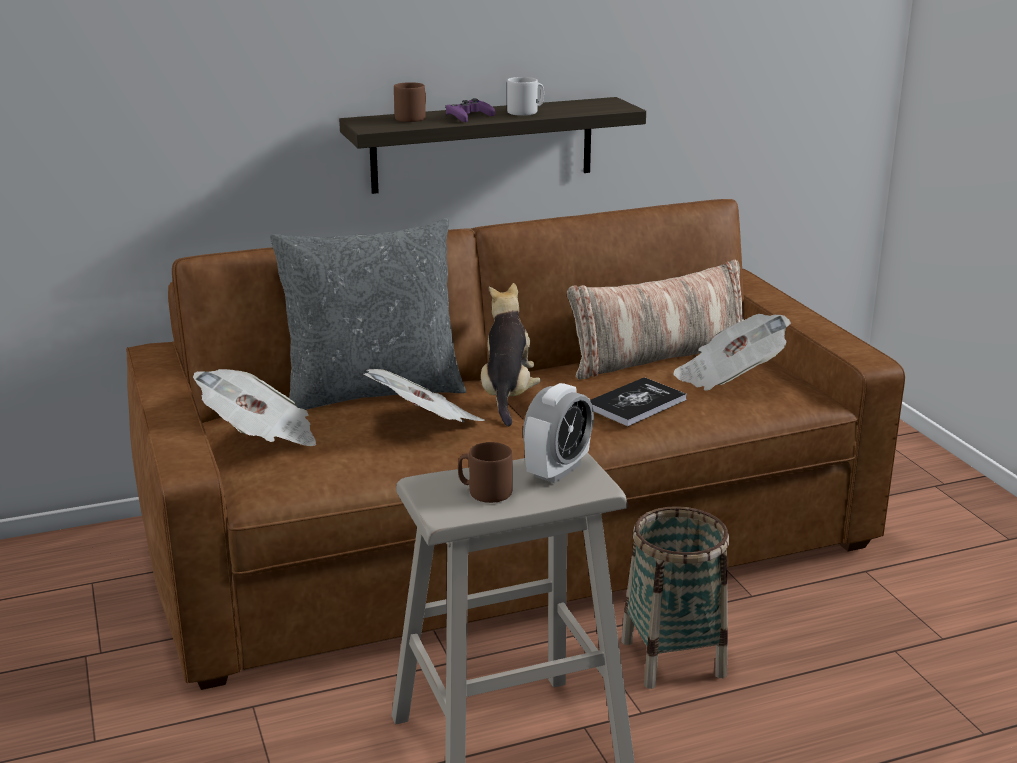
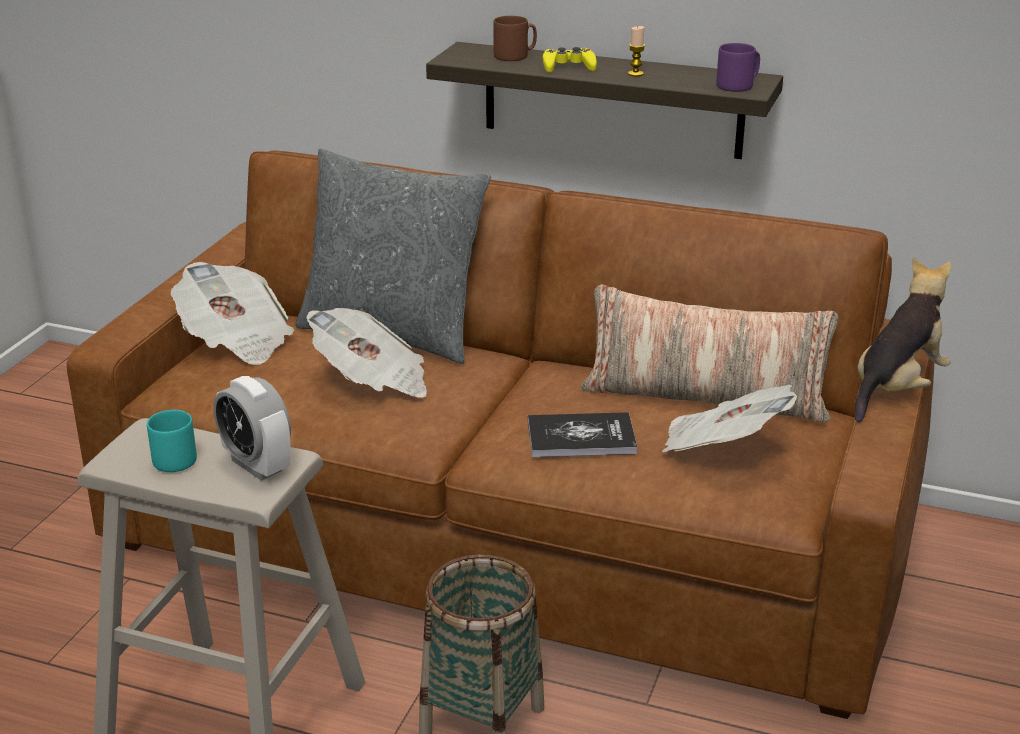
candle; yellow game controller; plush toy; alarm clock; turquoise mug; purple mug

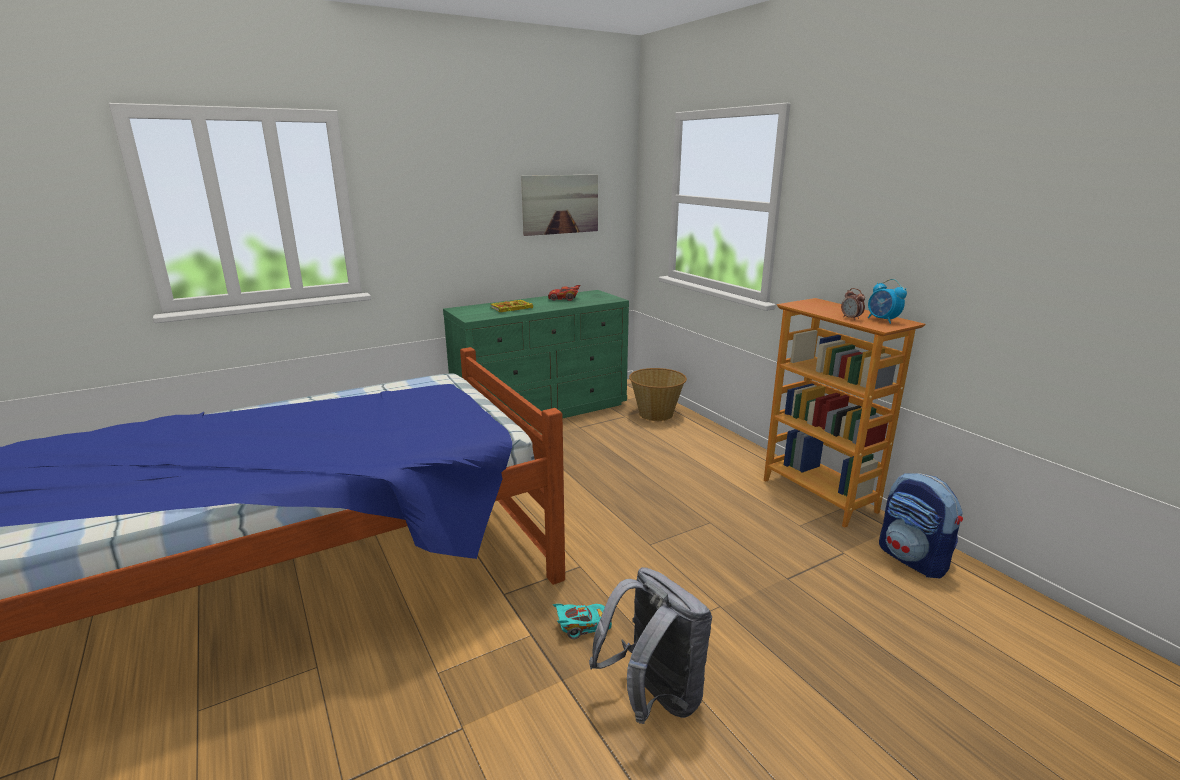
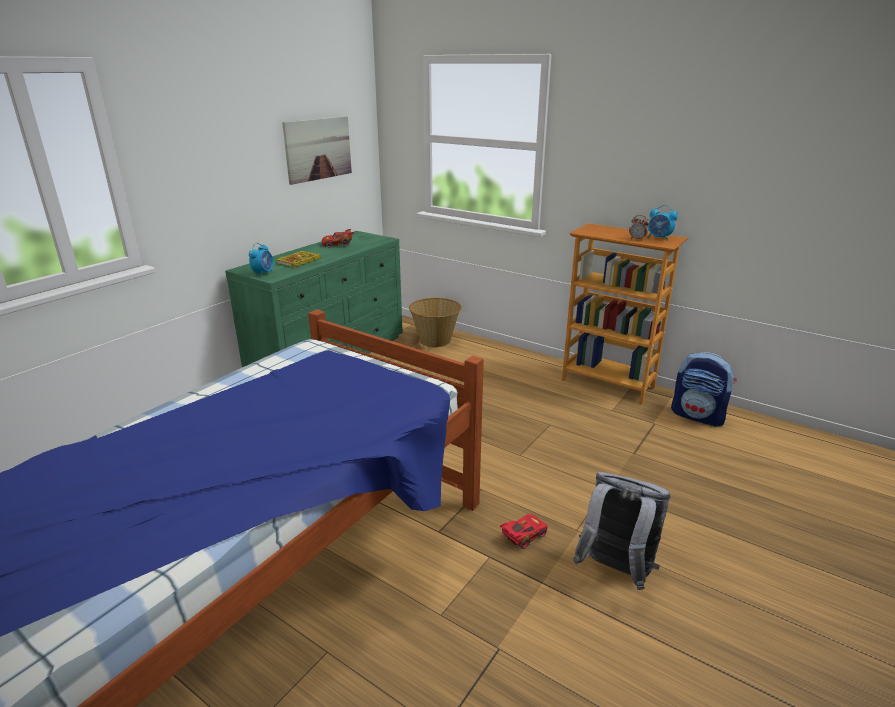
red toy car (no. 2 from left); alarm clock (no. 1 from left)

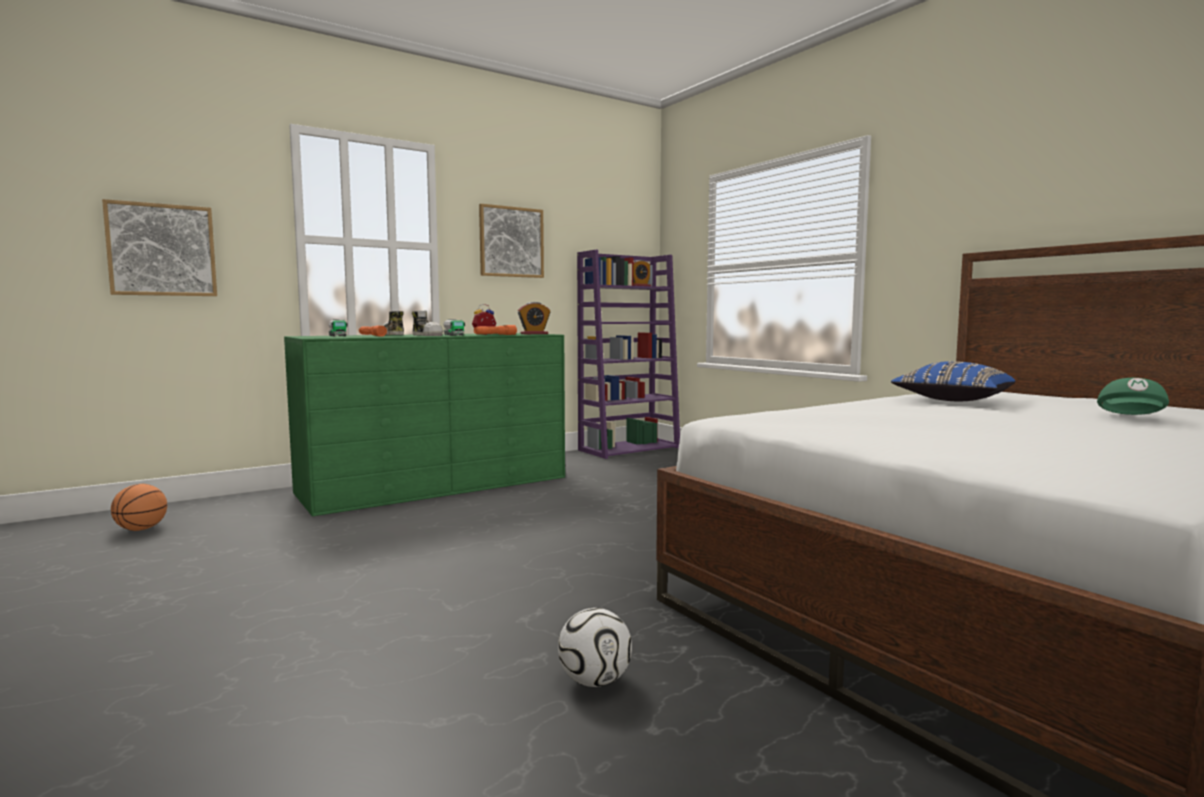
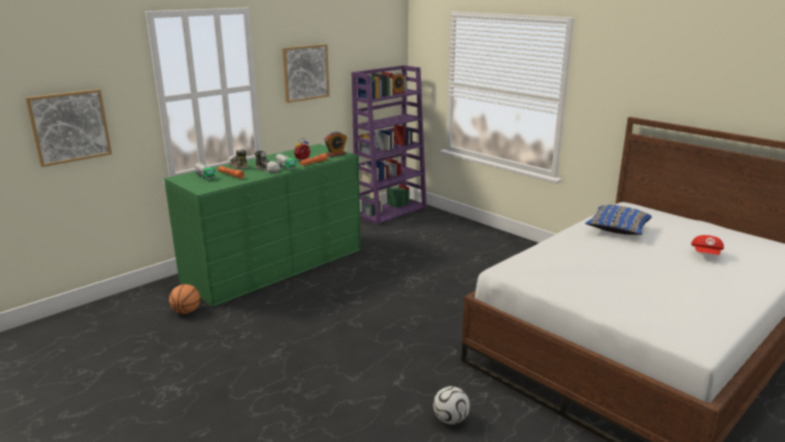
red cap; basketball

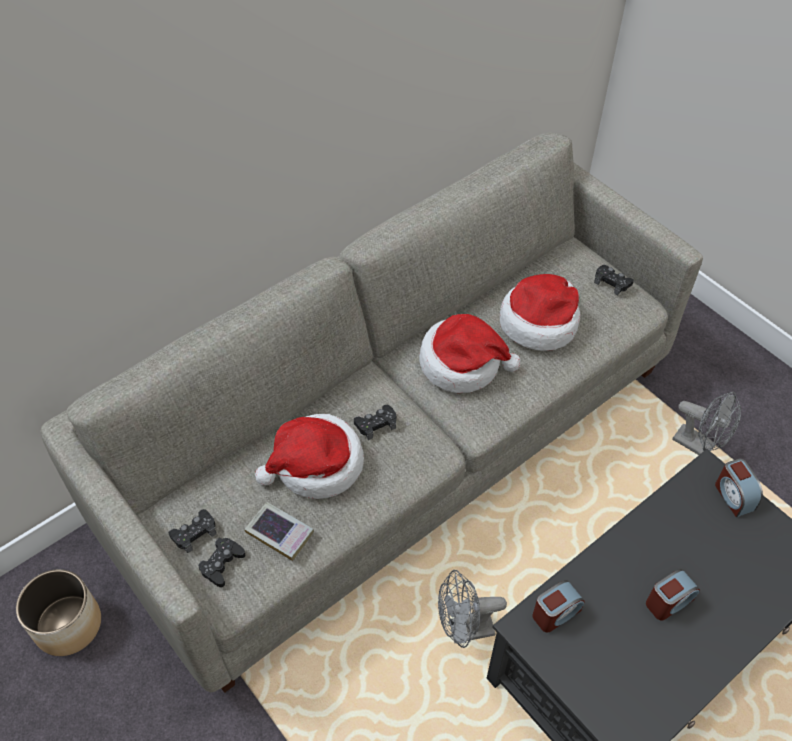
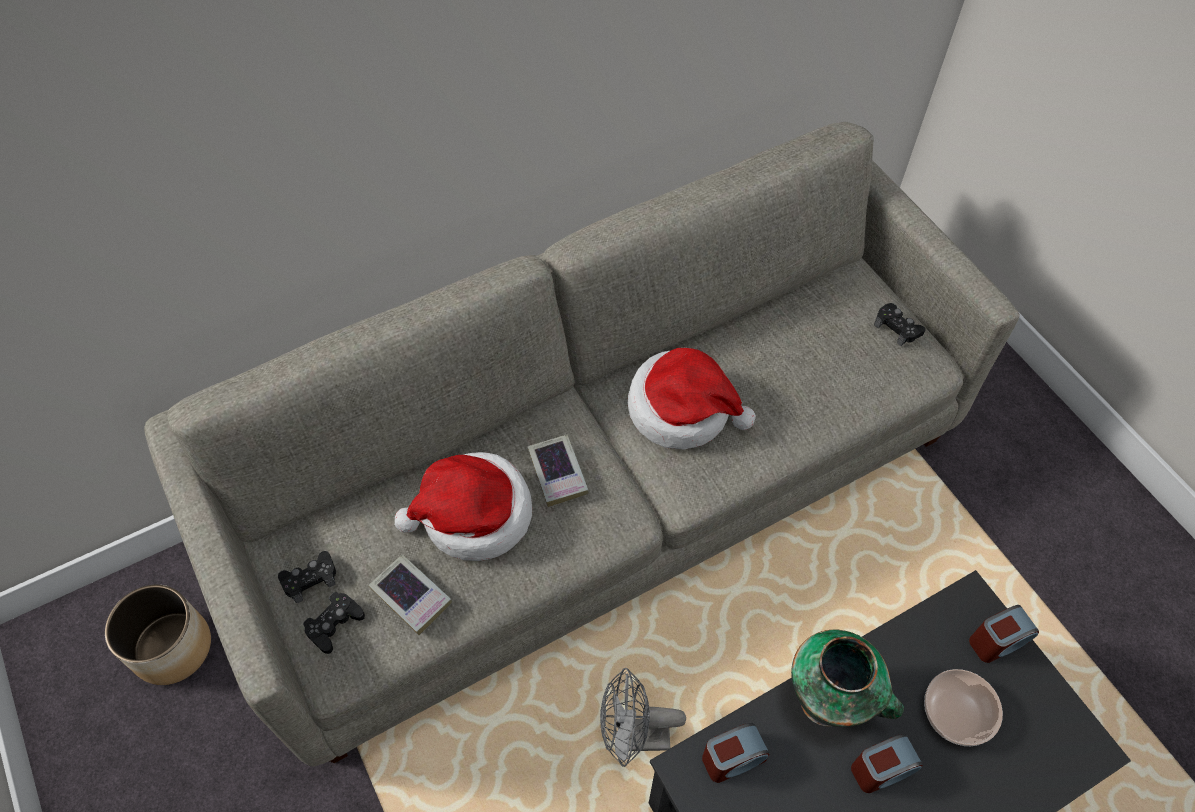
hat (no. 3 from left in the first image); grey fan (no. 2 from left in the first image); book (no. 2 from left); alarm clock (no. 3 from left); vase; bowl

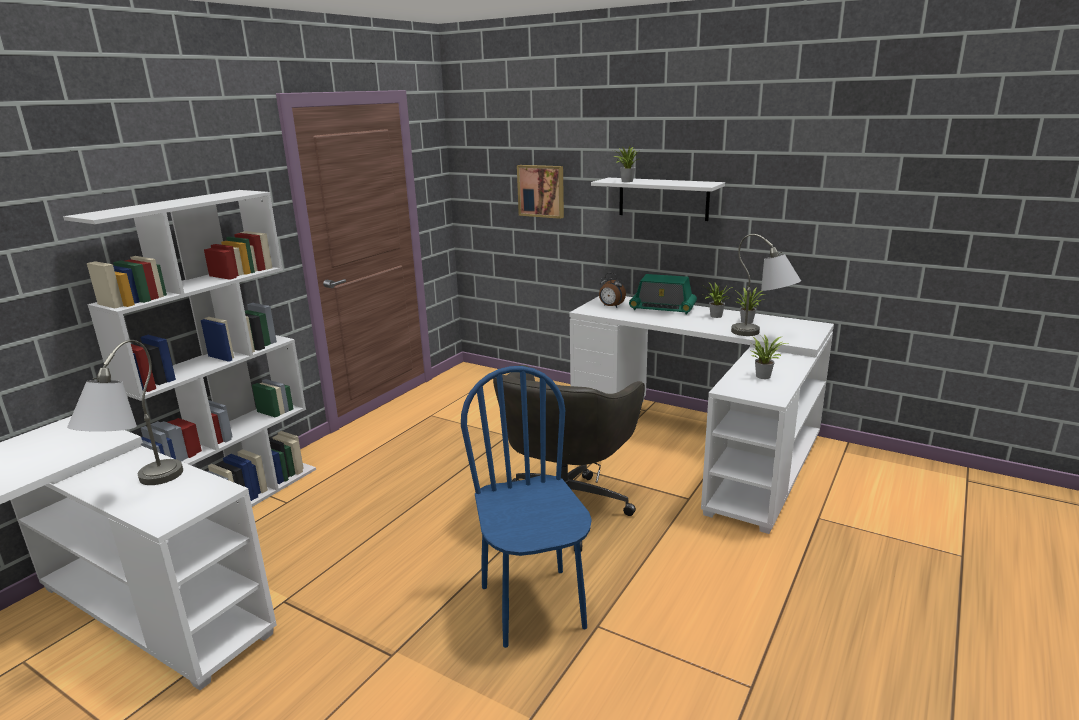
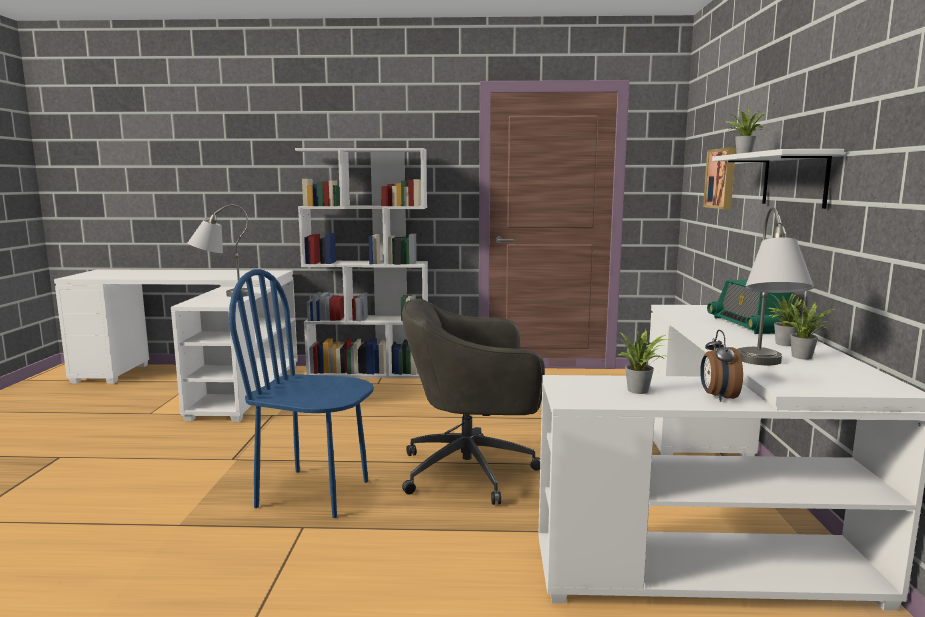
alarm clock; blue chair

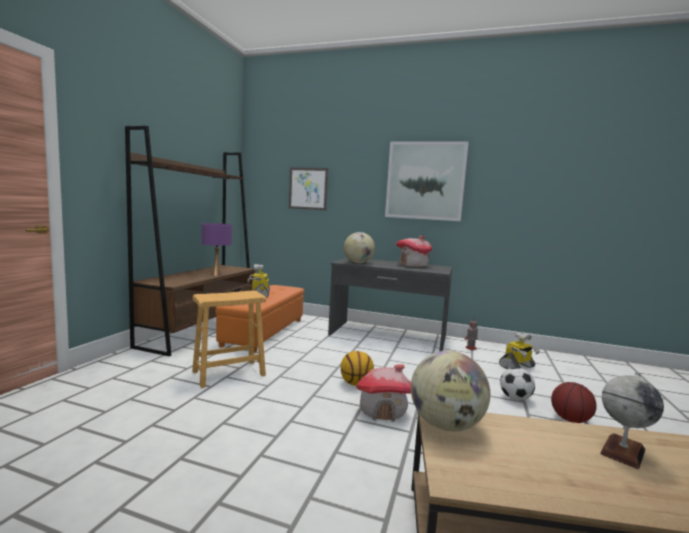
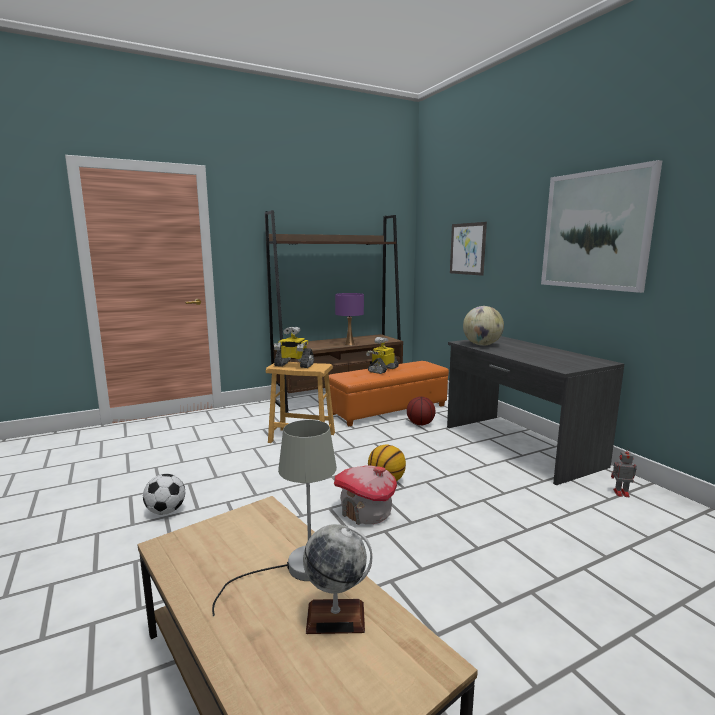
toy house (no. 2 from left in the first image); toy robot (no. 1 from left); globe (no. 2 from left in the first image); football; basketball (no. 2 from left); grey table lamp

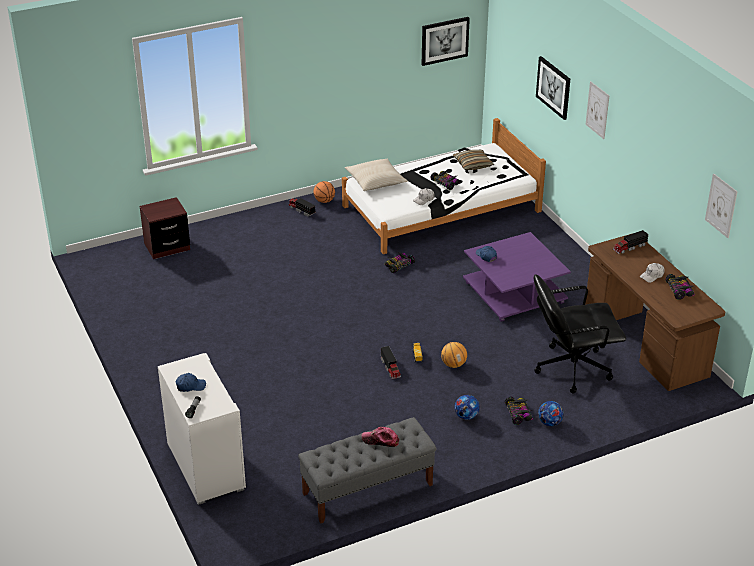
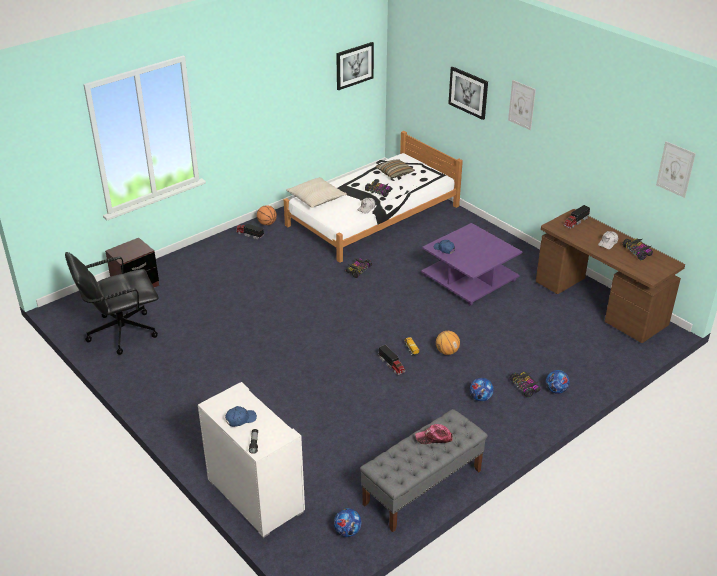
black office chair; football (no. 1 from left)

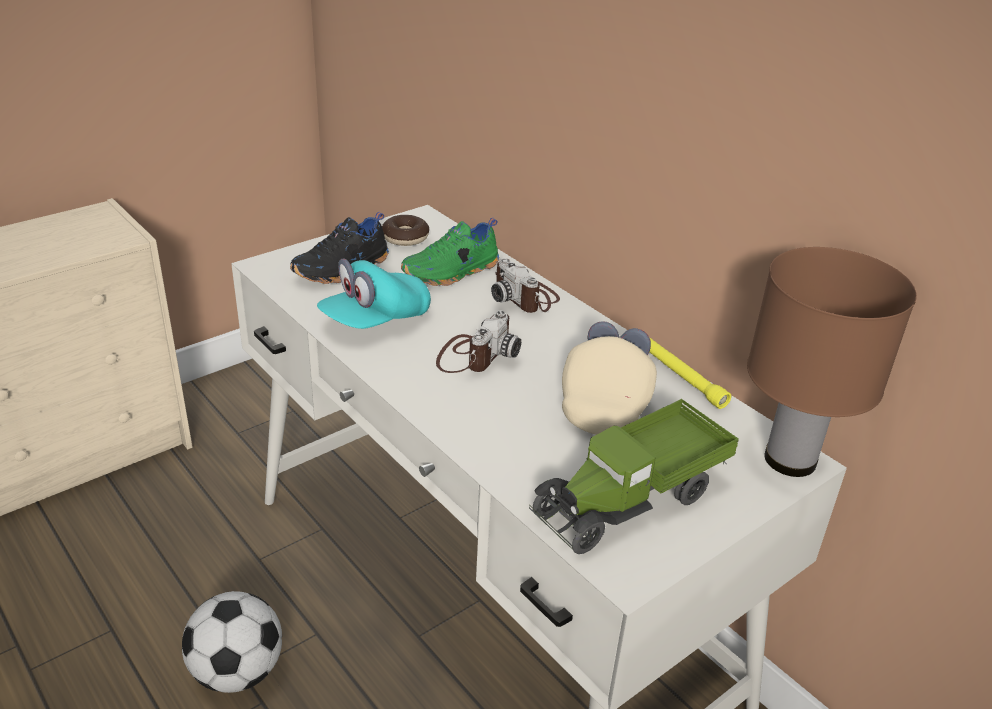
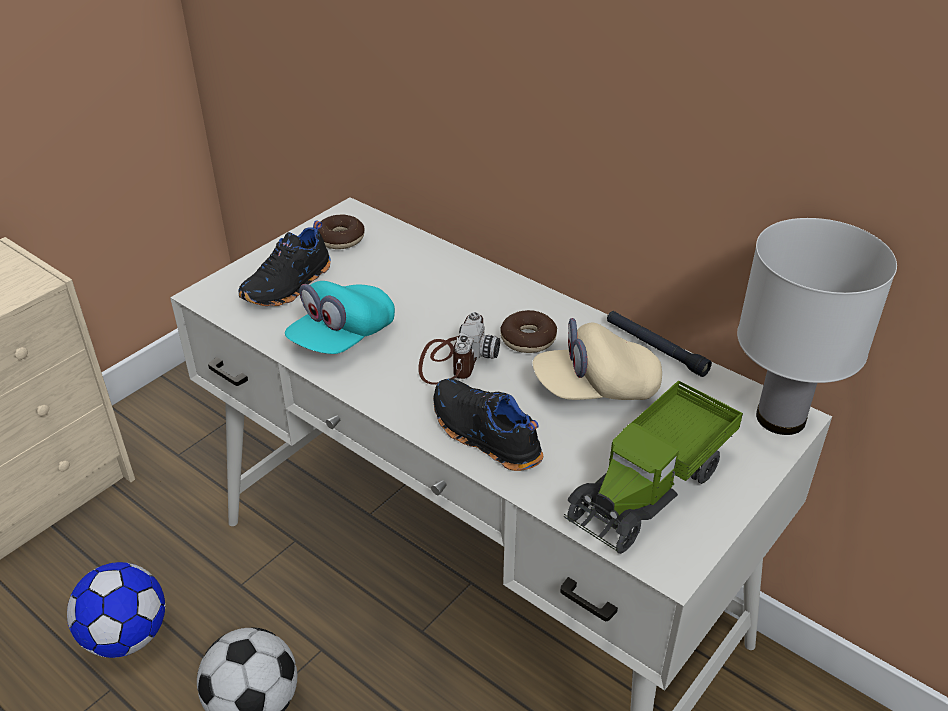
green shoe; white table lamp; photo camera (no. 2 from left in the first image); beige cap; black flashlight; donut (no. 2 from left); black shoe (no. 2 from left); football (no. 1 from left)

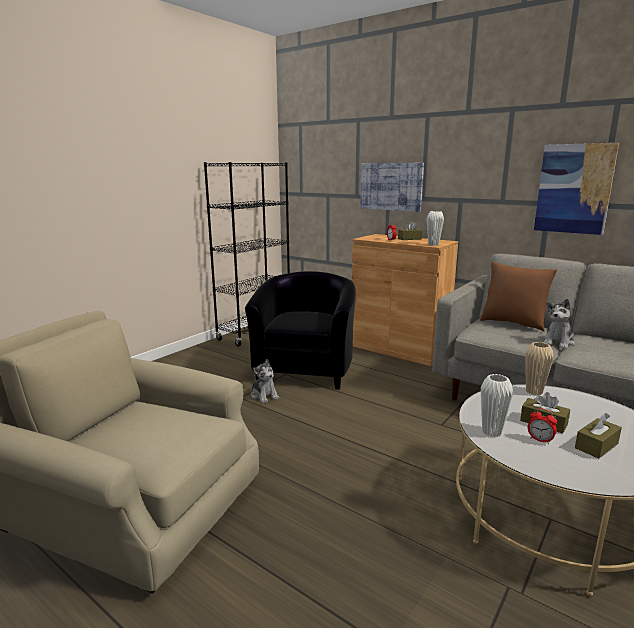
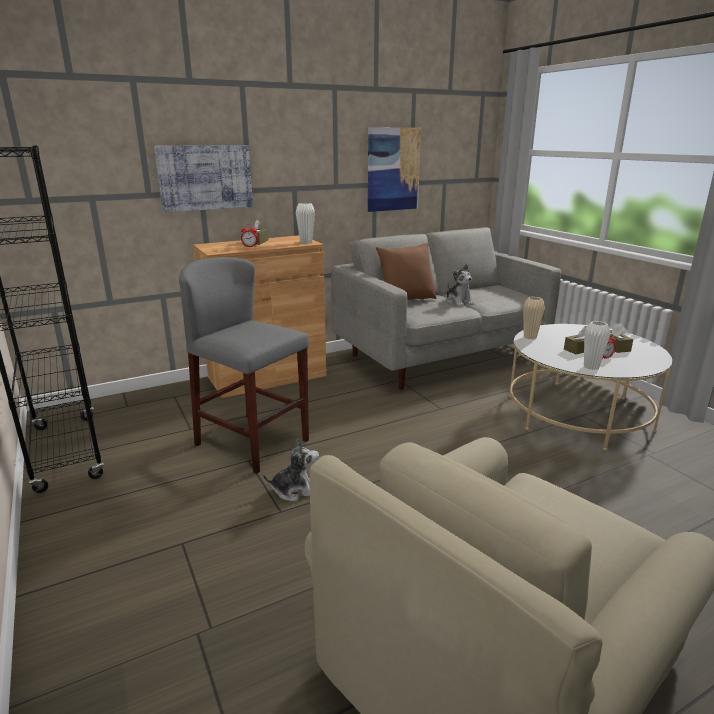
grey stool

